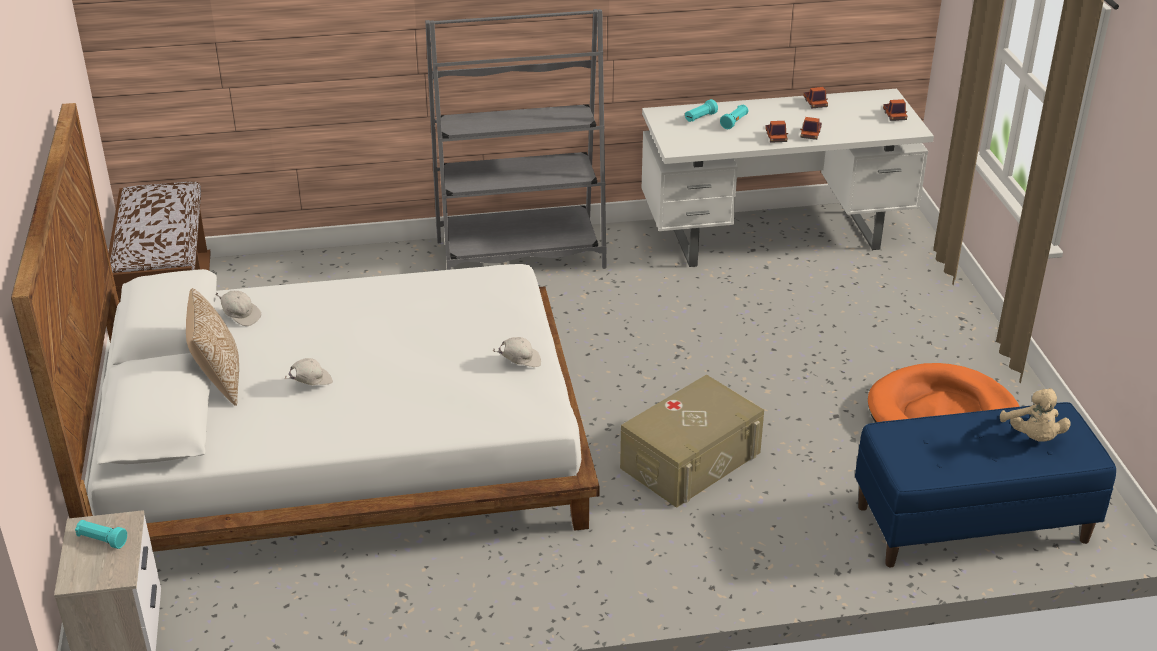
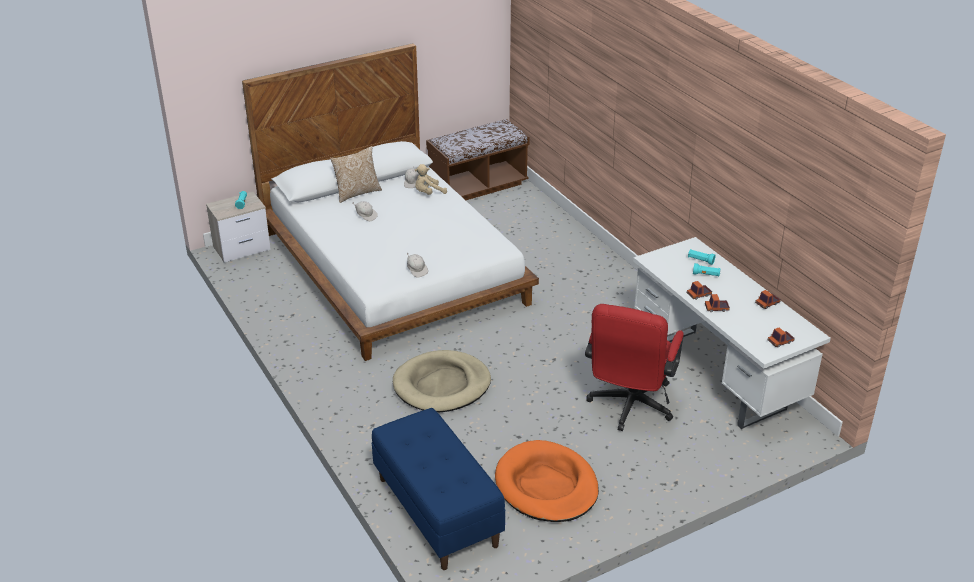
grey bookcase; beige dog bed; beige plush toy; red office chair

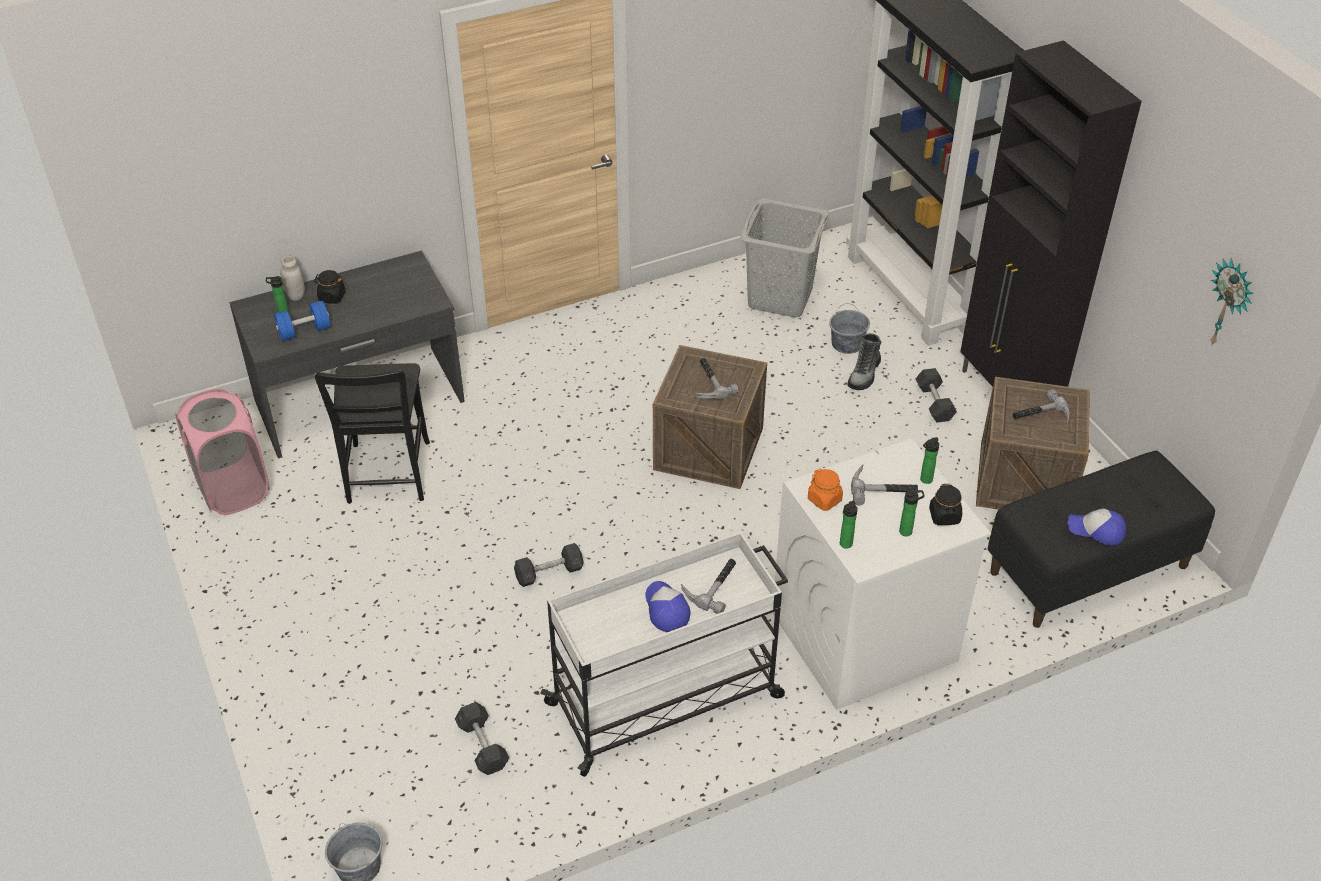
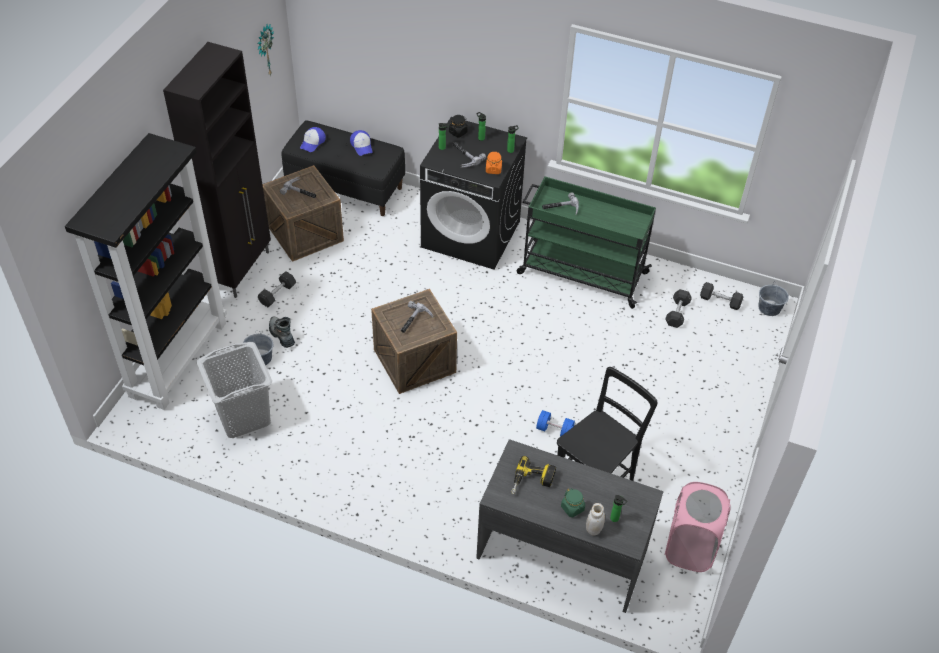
green jar; blue dumbbell; boot; black washing machine; green cart; grey dumbbell (no. 3 from left); cap (no. 1 from left); power drill

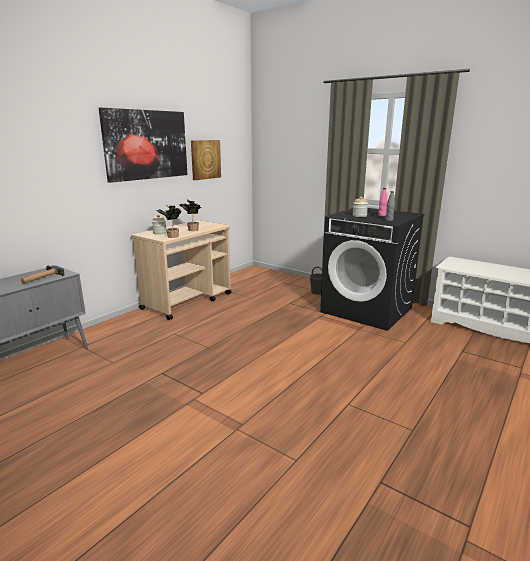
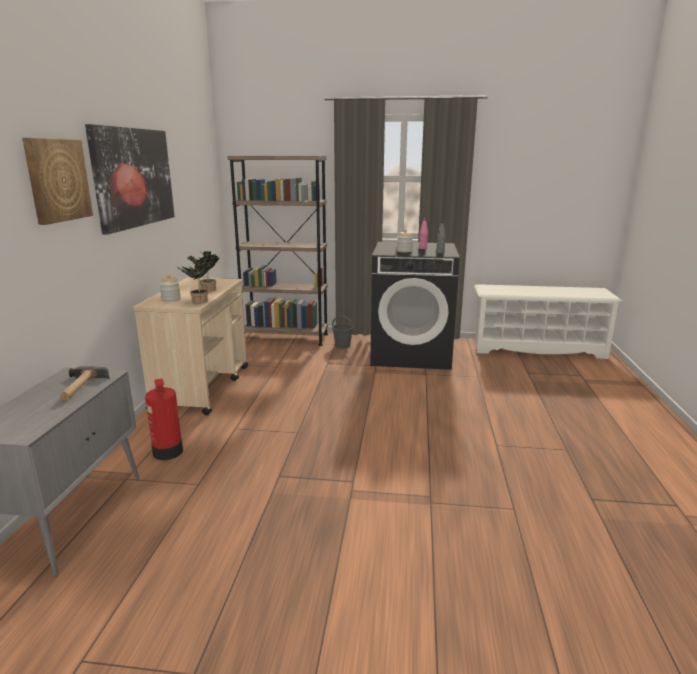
picture (no. 1 from left); brown bookcase; fire extinguisher

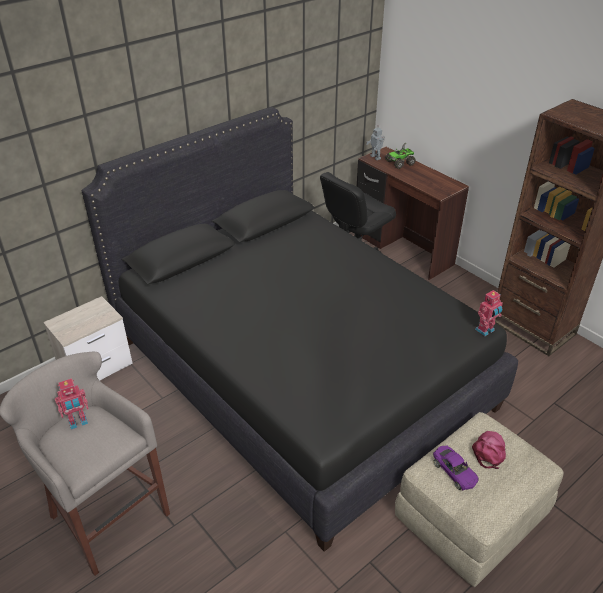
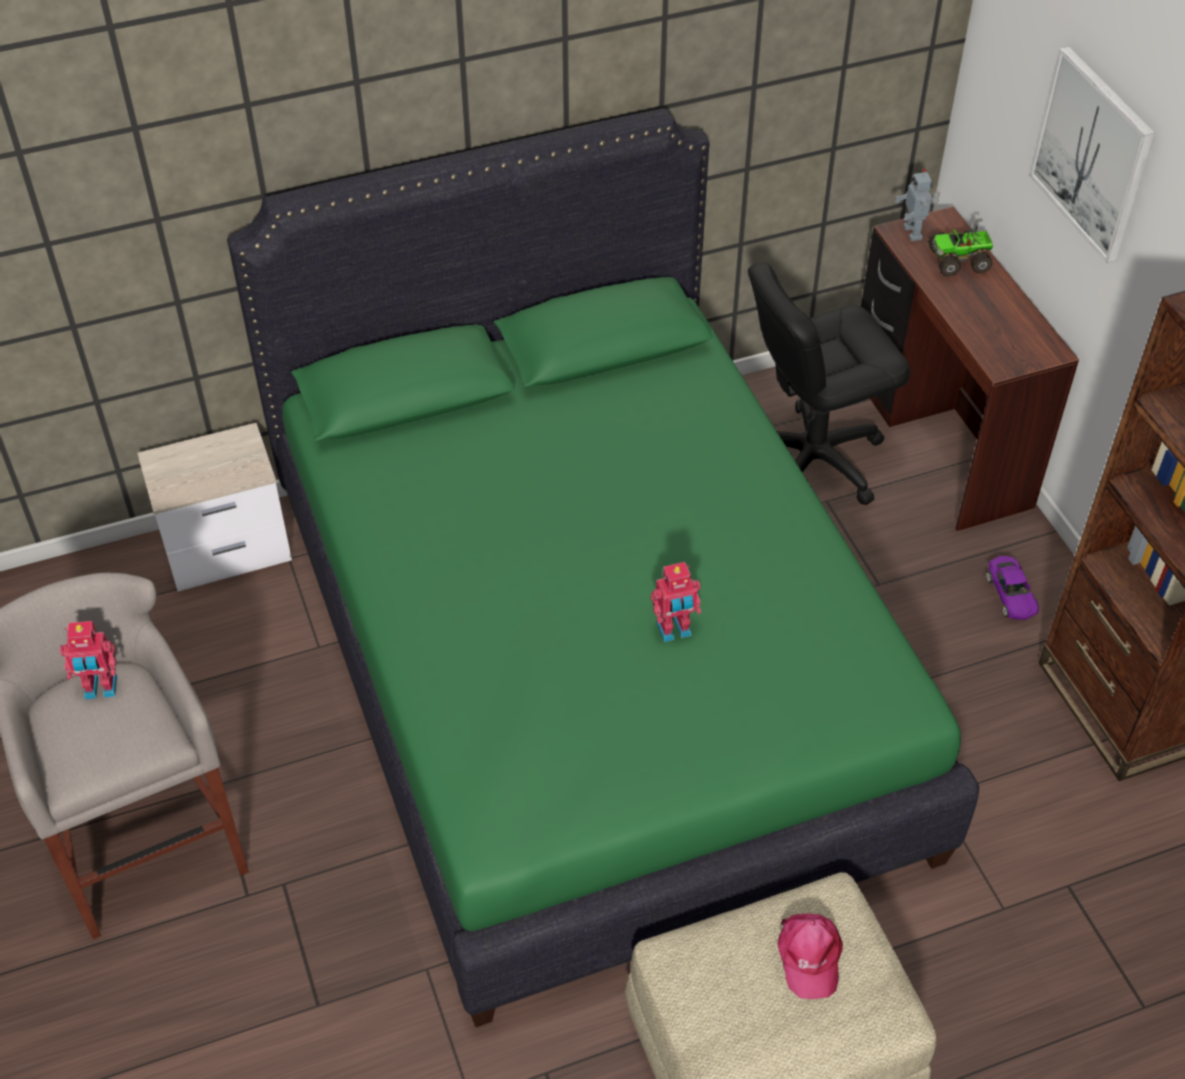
green bed; toy robot (no. 2 from left); pink cap; purple toy car; picture

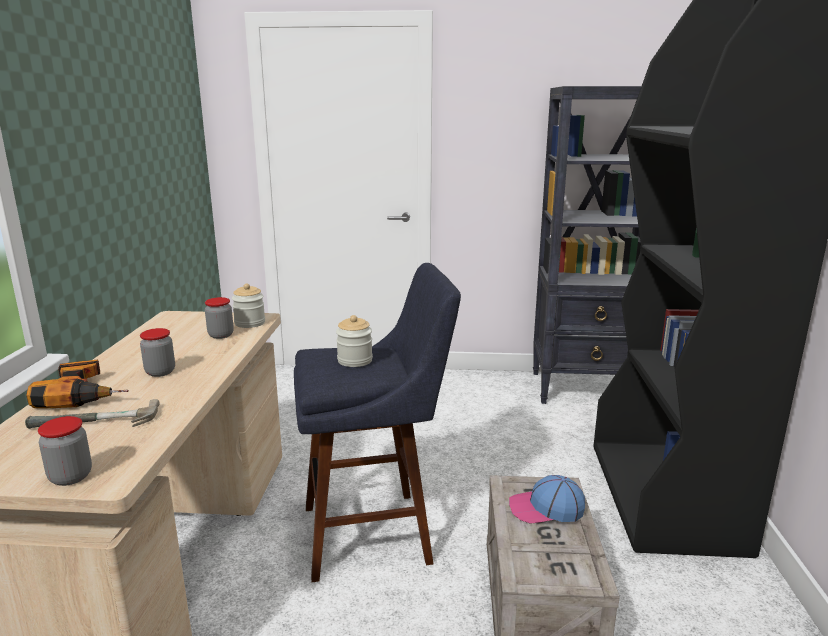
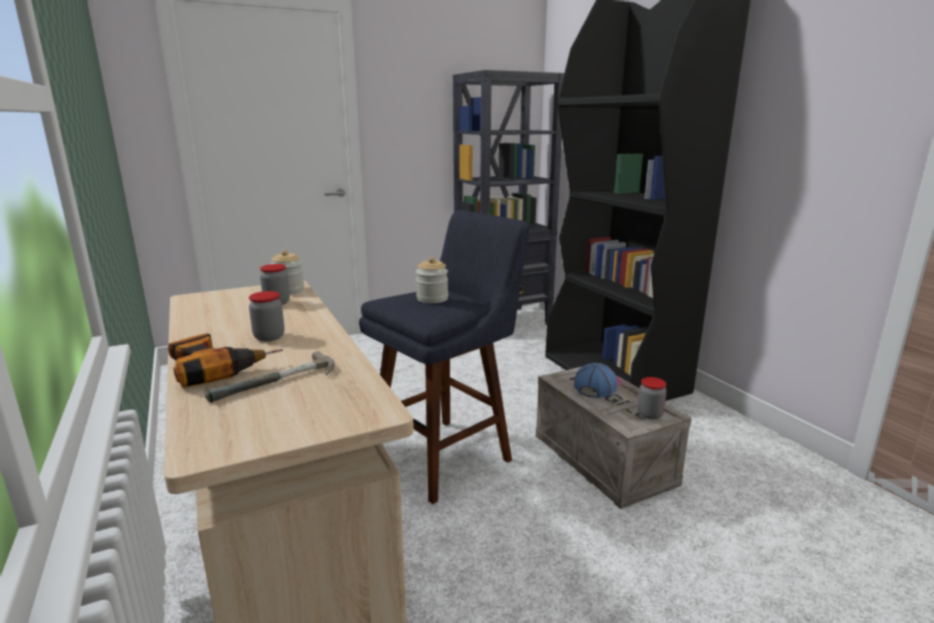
jar (no. 5 from left); cap

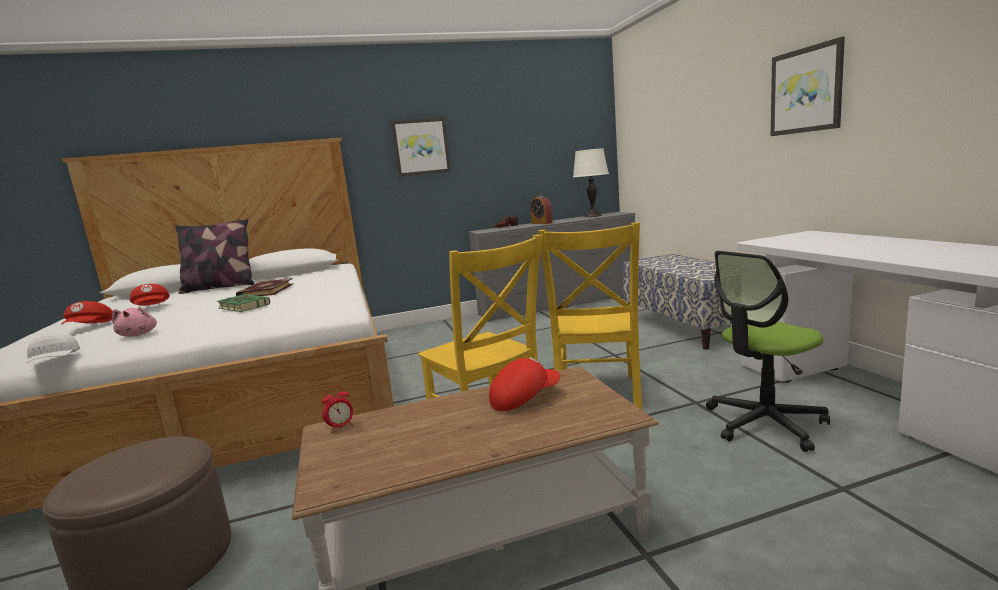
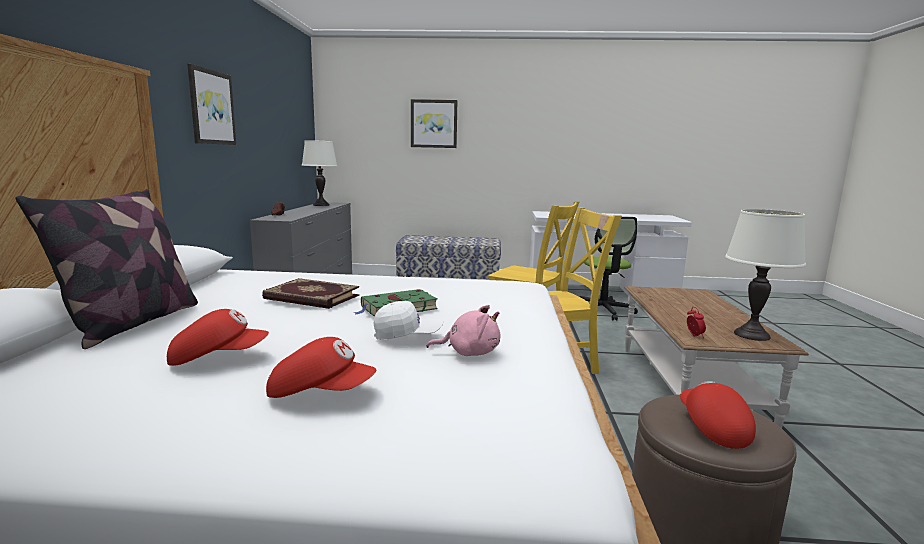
picture (no. 2 from left); alarm clock (no. 2 from left in the first image); white cap; red cap (no. 3 from left); white table lamp (no. 2 from left)

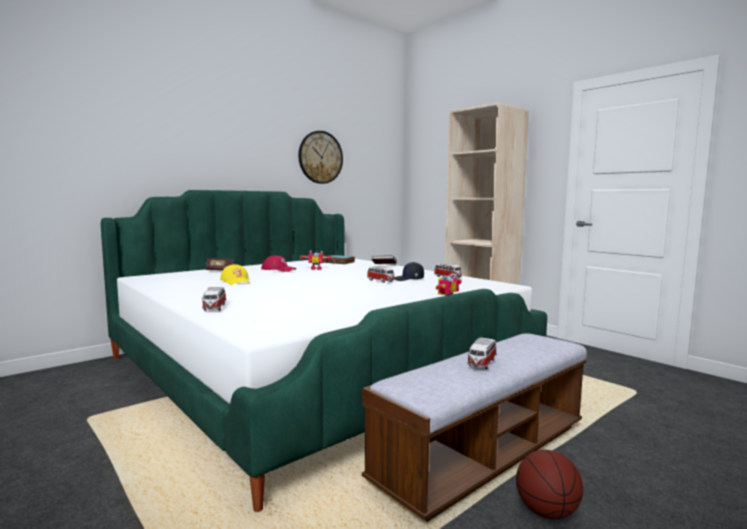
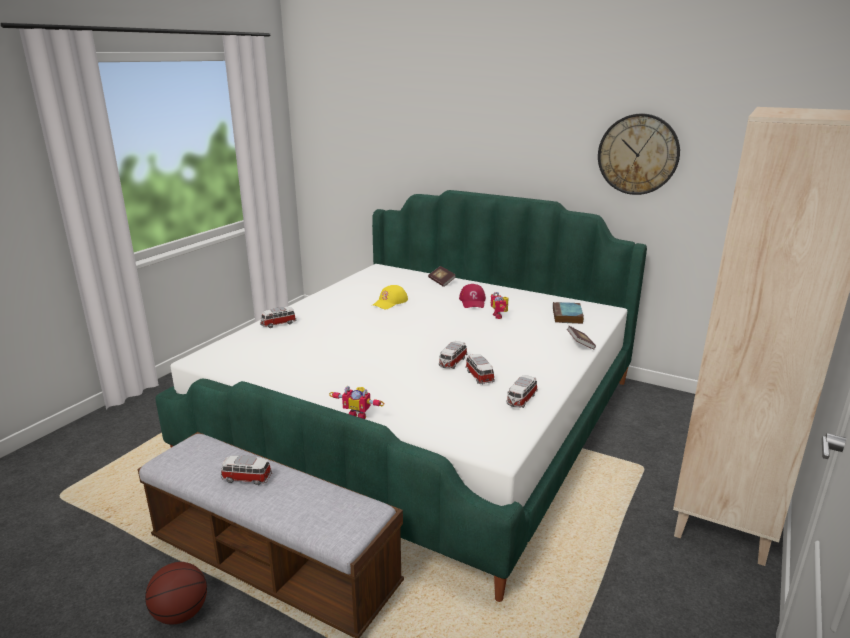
toy car (no. 4 from left)

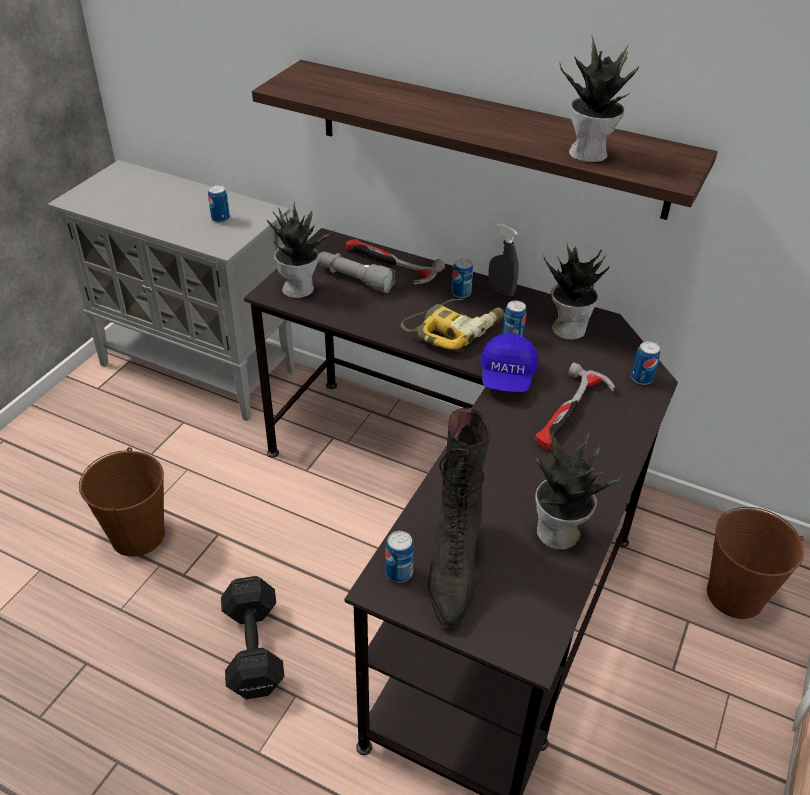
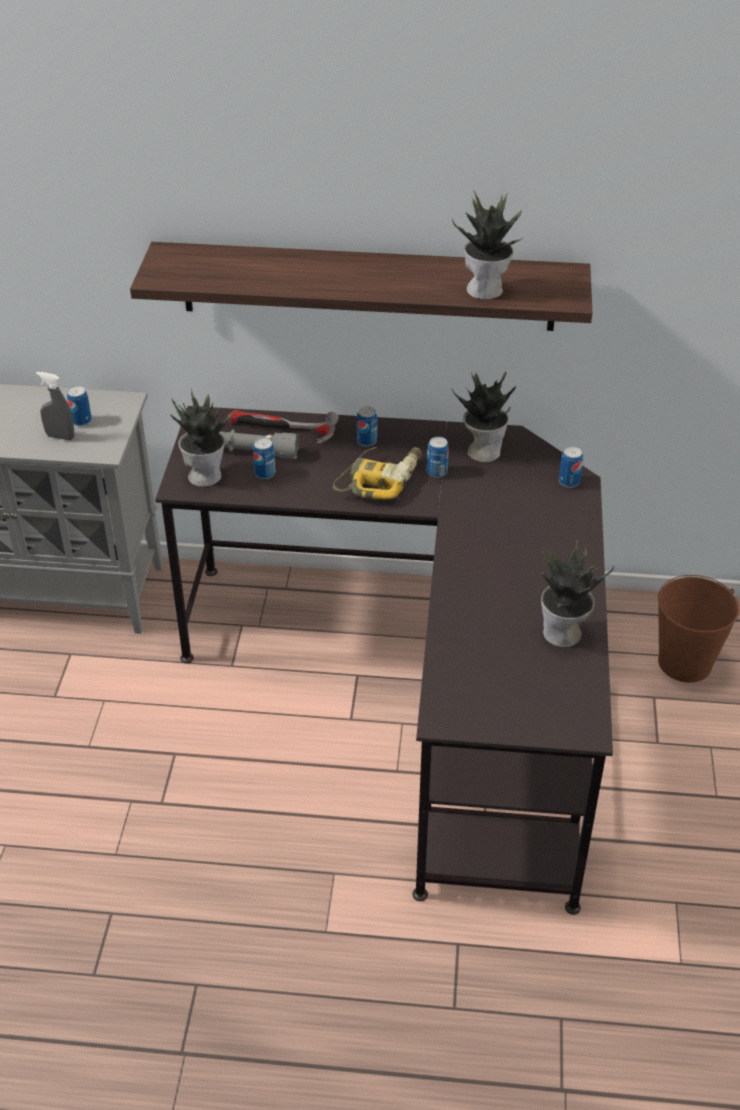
grey spray bottle; blue cap; hammer (no. 2 from left in the first image); black boot; brown bucket (no. 1 from left in the first image); can (no. 2 from left); black dumbbell

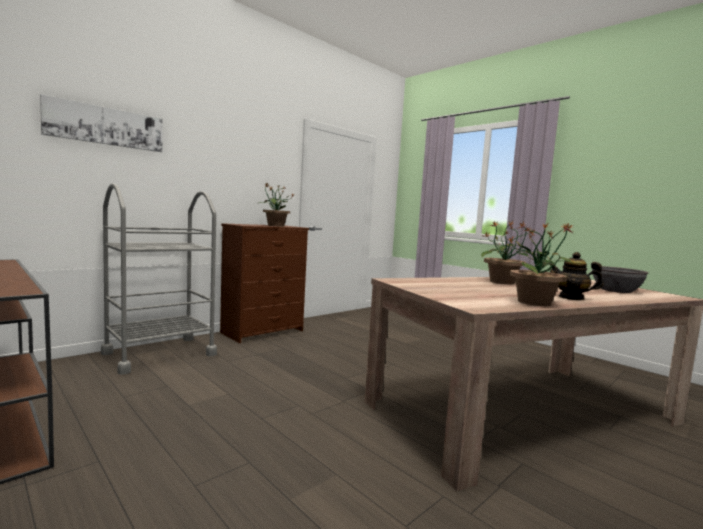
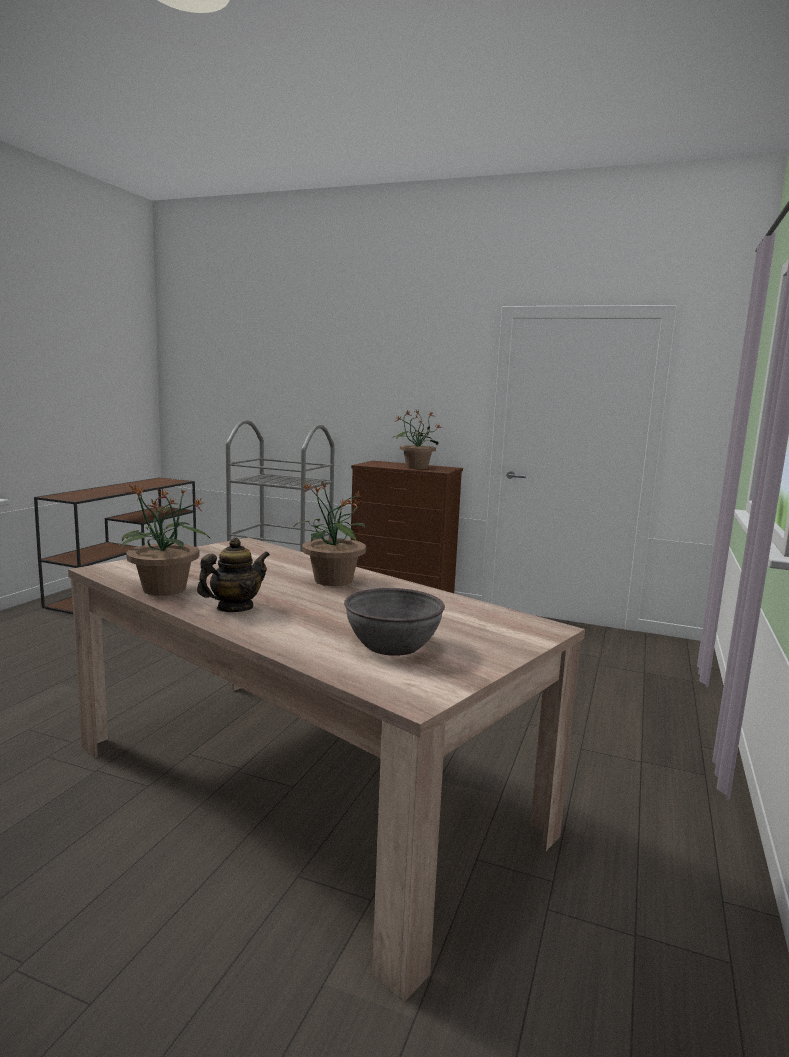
picture; teapot

